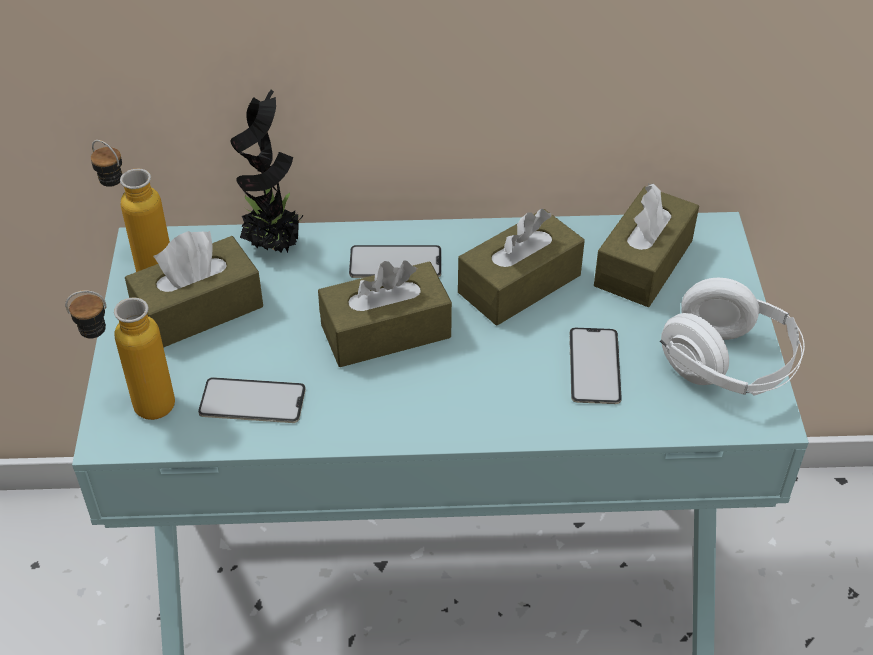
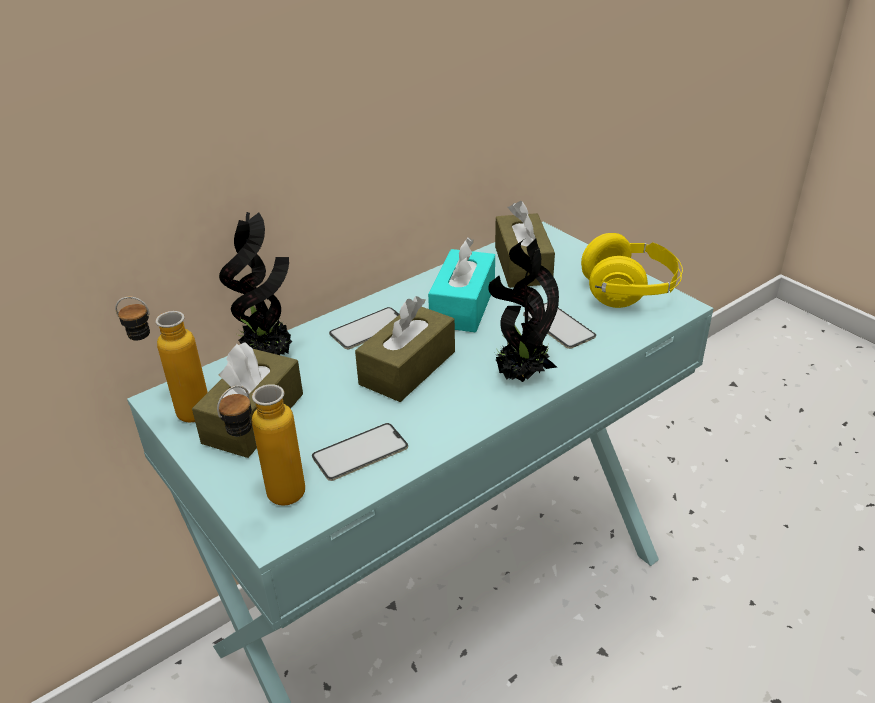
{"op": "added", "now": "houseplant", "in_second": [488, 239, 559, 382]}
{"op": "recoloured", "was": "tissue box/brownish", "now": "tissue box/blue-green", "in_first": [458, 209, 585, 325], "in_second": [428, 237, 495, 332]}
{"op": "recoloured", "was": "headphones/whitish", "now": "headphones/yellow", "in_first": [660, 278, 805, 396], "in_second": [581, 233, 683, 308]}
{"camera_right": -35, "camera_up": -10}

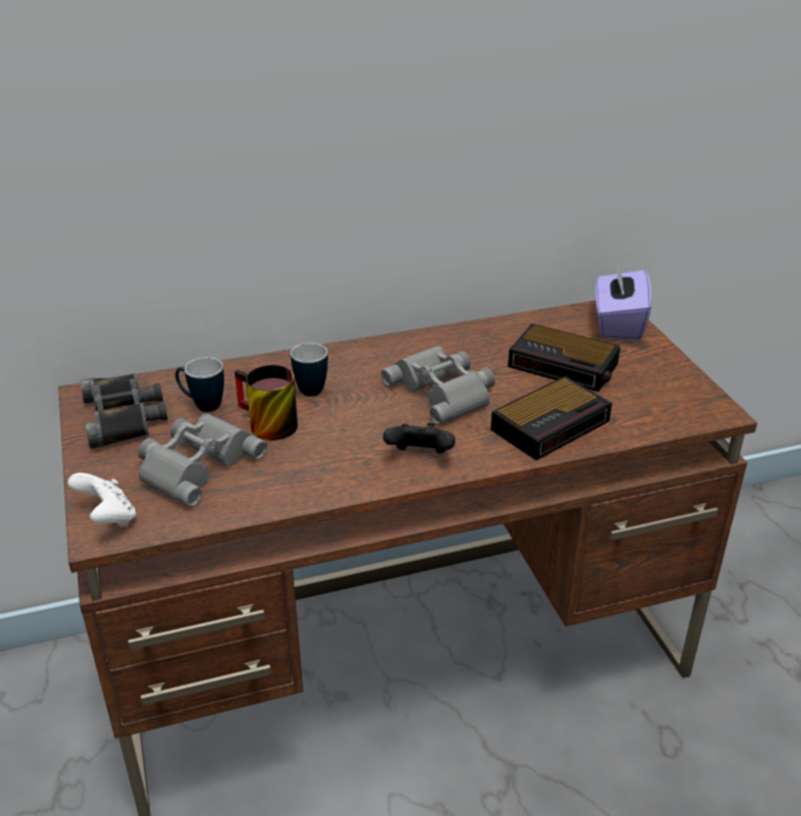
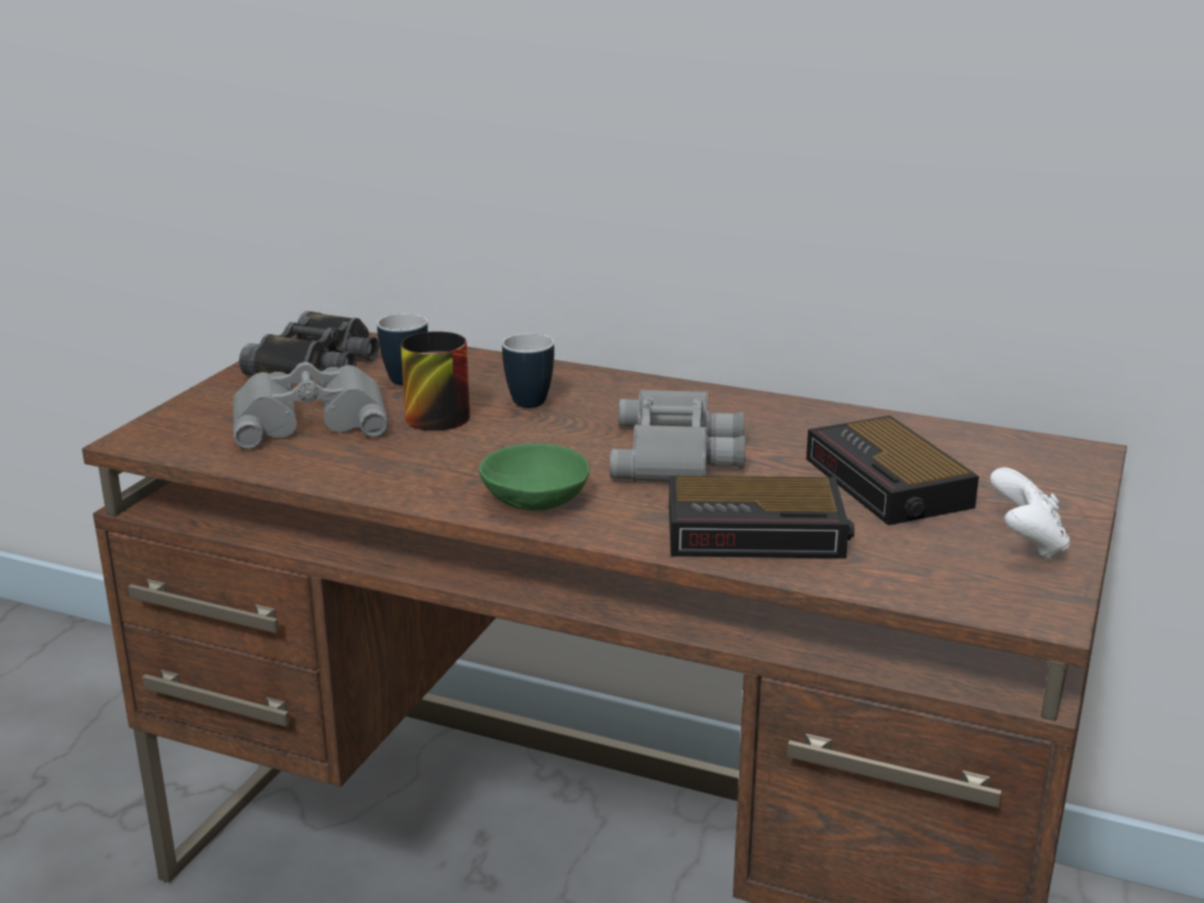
{"op": "removed", "was": "tissue box/purple-coloured", "in_first": [595, 260, 652, 340]}
{"op": "moved", "was": "game controller/whitish", "in_first": [68, 473, 136, 527], "in_second": [990, 467, 1070, 560]}
{"op": "replaced", "was": "game controller/blackish", "now": "deep dish/green-coloured", "in_first": [383, 423, 455, 454], "in_second": [479, 443, 589, 511]}
{"camera_right": 40, "camera_up": -10}

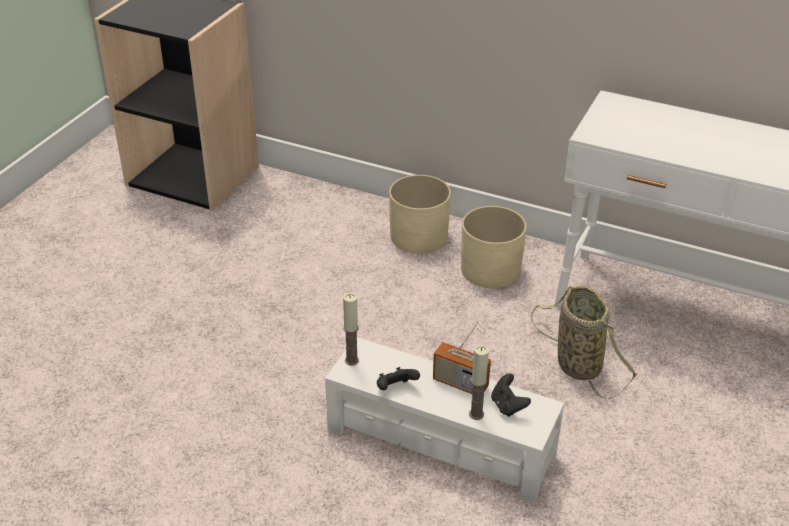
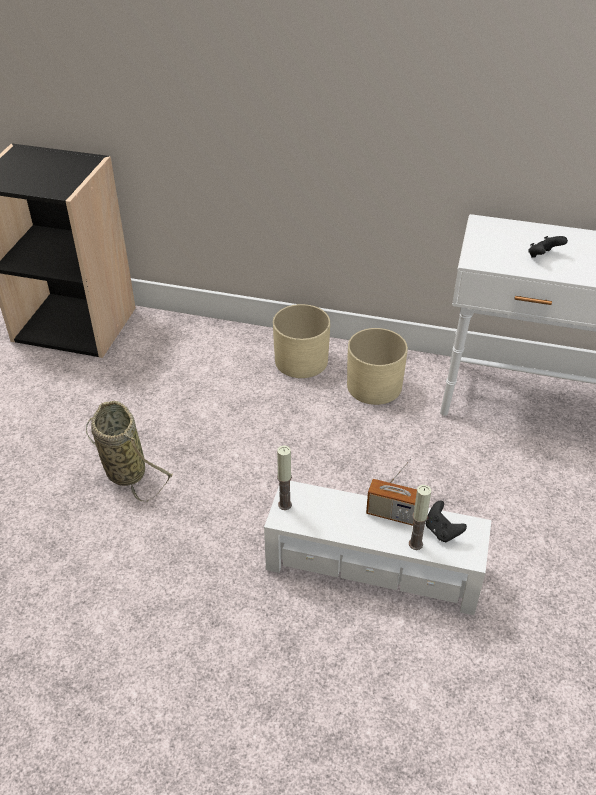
{"op": "moved", "was": "game controller/blackish", "in_first": [377, 367, 420, 390], "in_second": [528, 236, 568, 257]}
{"op": "moved", "was": "basket", "in_first": [531, 286, 637, 400], "in_second": [86, 401, 173, 502]}
{"camera_right": -10, "camera_up": 5}

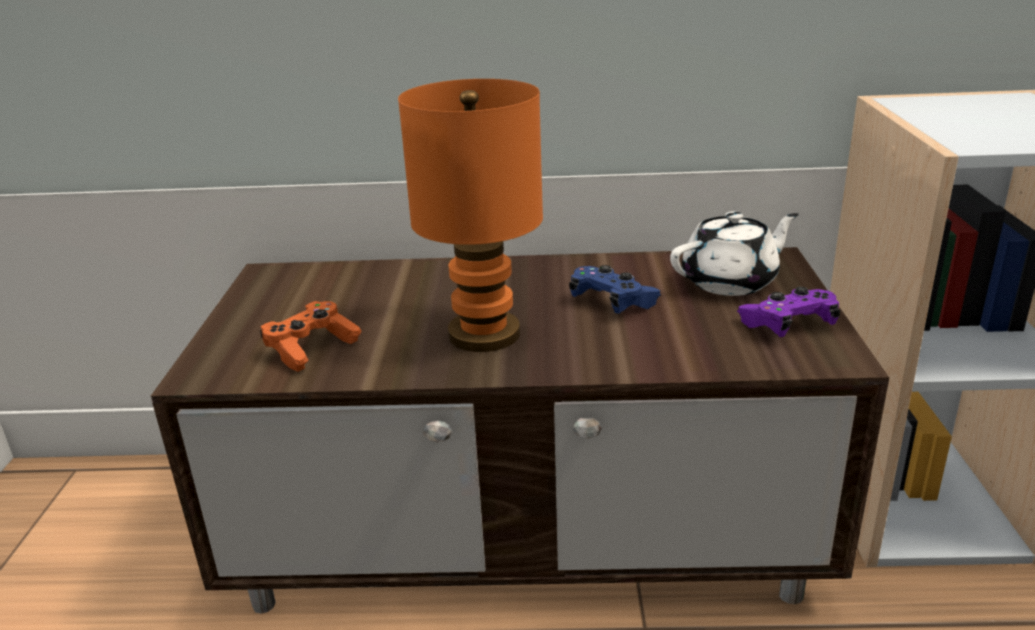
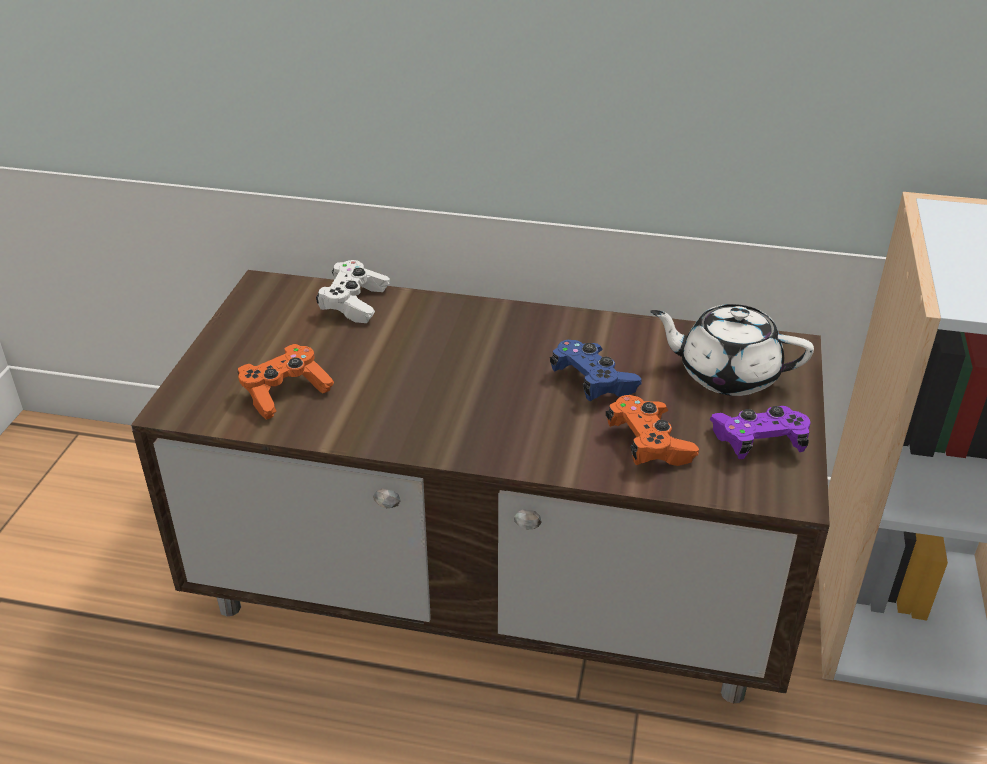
{"op": "removed", "was": "lamp for a table/orange-coloured", "in_first": [398, 79, 543, 352]}
{"op": "added", "now": "game controller/whitish", "in_second": [316, 260, 390, 323]}
{"op": "added", "now": "game controller/orange-coloured", "in_second": [606, 395, 699, 466]}
{"op": "turned", "was": "pot for tea/whitish", "in_first": [670, 211, 799, 296], "in_second": [650, 304, 814, 396], "clockwise": -150}
{"camera_right": 10, "camera_up": 10}

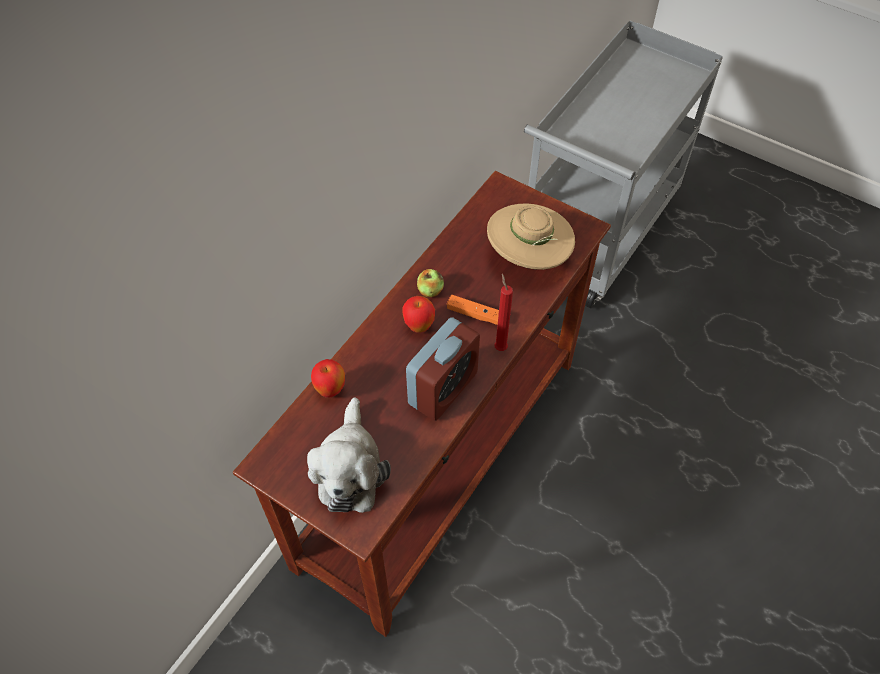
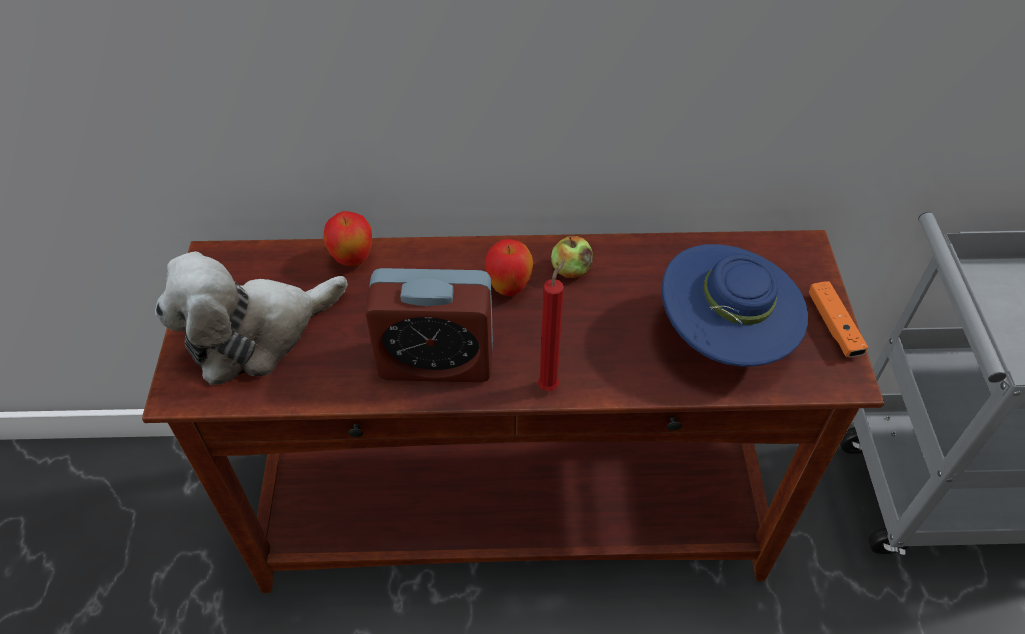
{"op": "moved", "was": "game controller/orange-coloured", "in_first": [447, 295, 499, 325], "in_second": [809, 281, 868, 357]}
{"op": "recoloured", "was": "clothing hat/beige", "now": "clothing hat/bluish", "in_first": [487, 203, 575, 270], "in_second": [662, 244, 808, 367]}
{"camera_right": 55, "camera_up": -5}

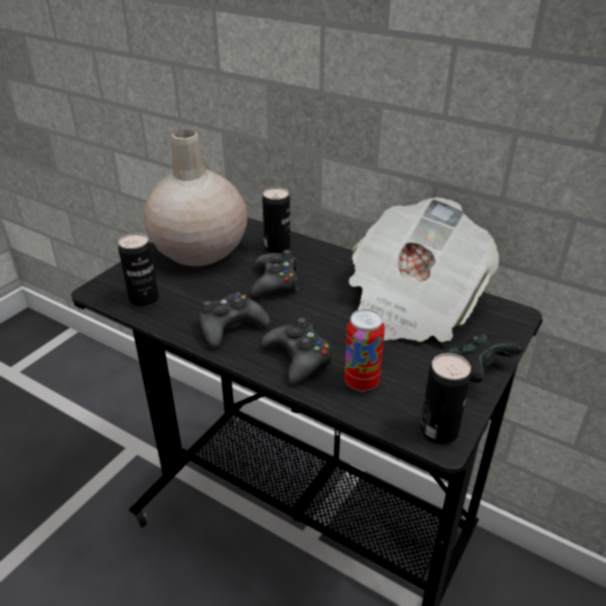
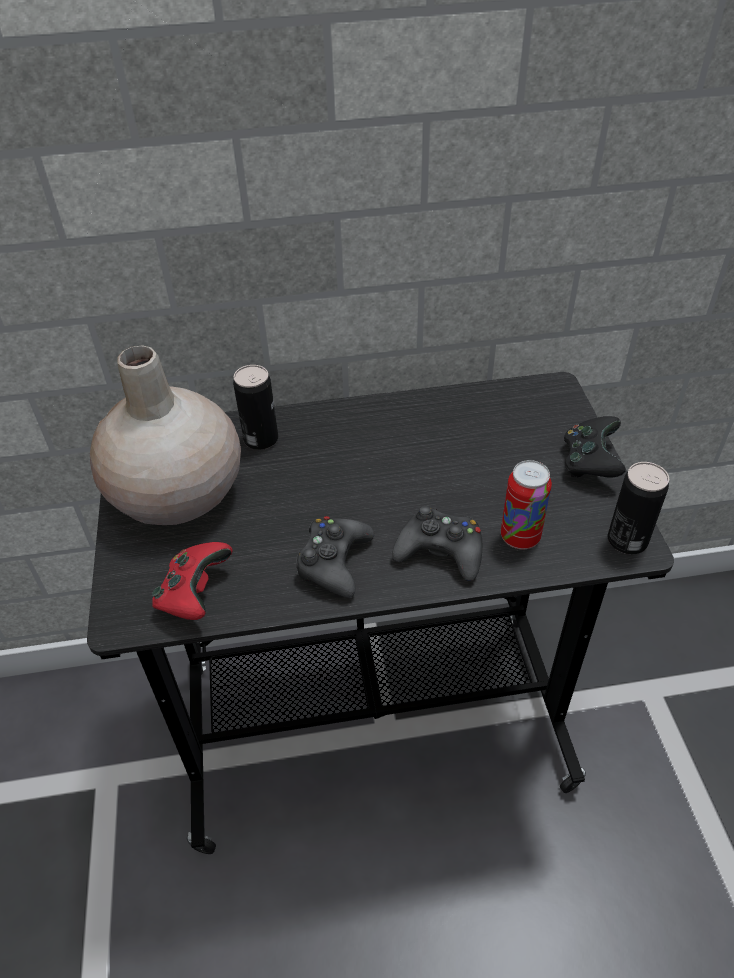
{"op": "removed", "was": "game controller/blackish", "in_first": [252, 250, 299, 297]}
{"op": "removed", "was": "daily paper", "in_first": [348, 197, 499, 342]}
{"op": "replaced", "was": "metal can", "now": "game controller/reddish", "in_first": [118, 233, 159, 307], "in_second": [152, 542, 233, 620]}
{"camera_right": -40, "camera_up": 10}

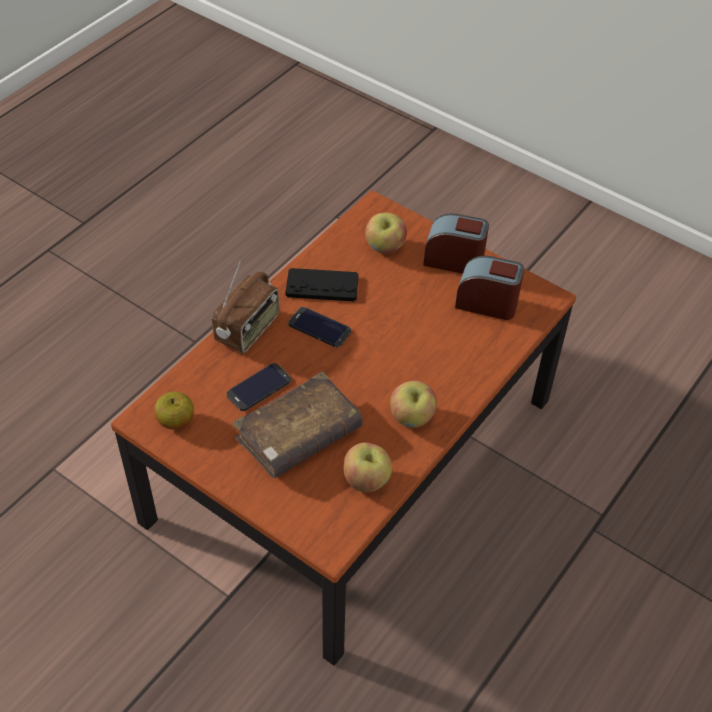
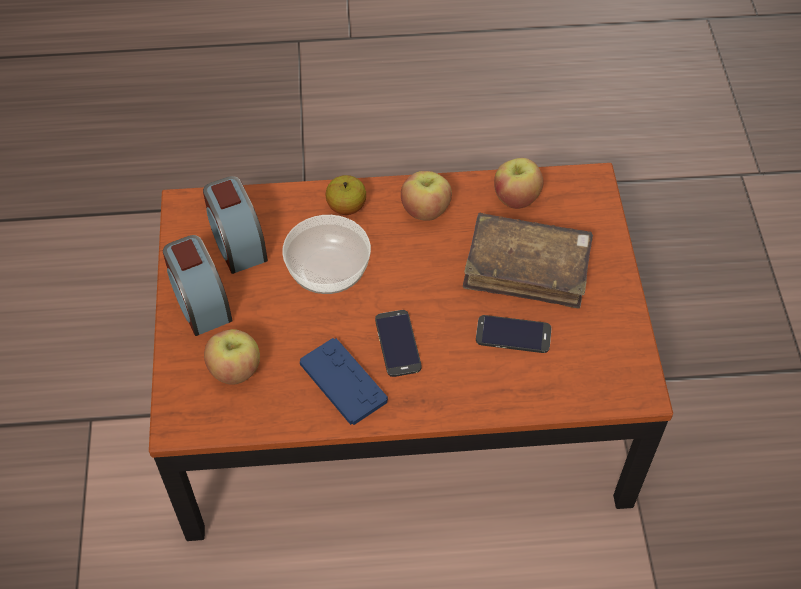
{"op": "removed", "was": "radio set", "in_first": [212, 261, 279, 353]}
{"op": "added", "now": "deep dish", "in_second": [282, 215, 371, 294]}
{"op": "moved", "was": "apple fruit", "in_first": [154, 391, 194, 430], "in_second": [326, 175, 366, 215]}
{"op": "recoloured", "was": "game controller/blackish", "now": "game controller/bluish", "in_first": [285, 268, 359, 302], "in_second": [300, 338, 388, 425]}
{"camera_right": -130, "camera_up": 5}

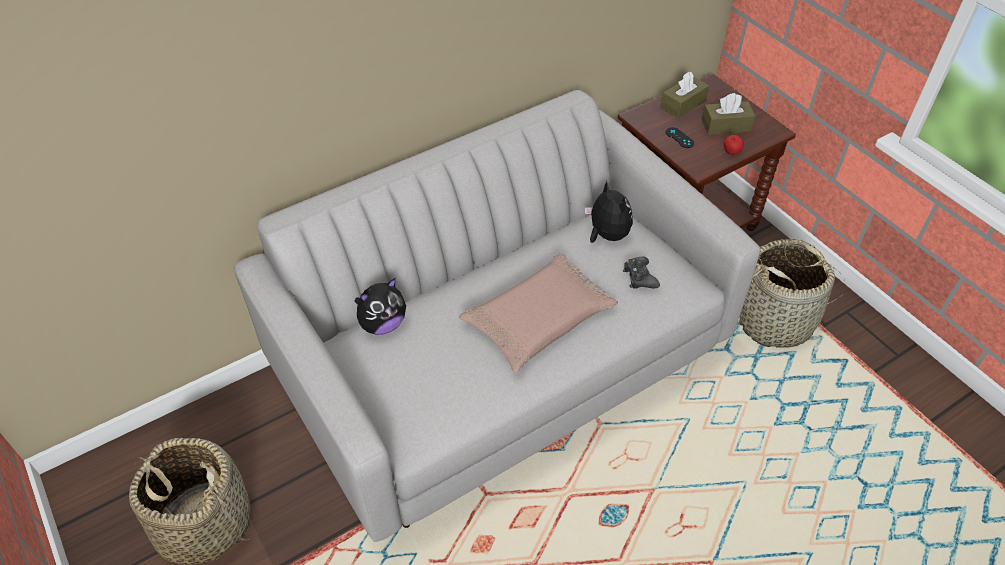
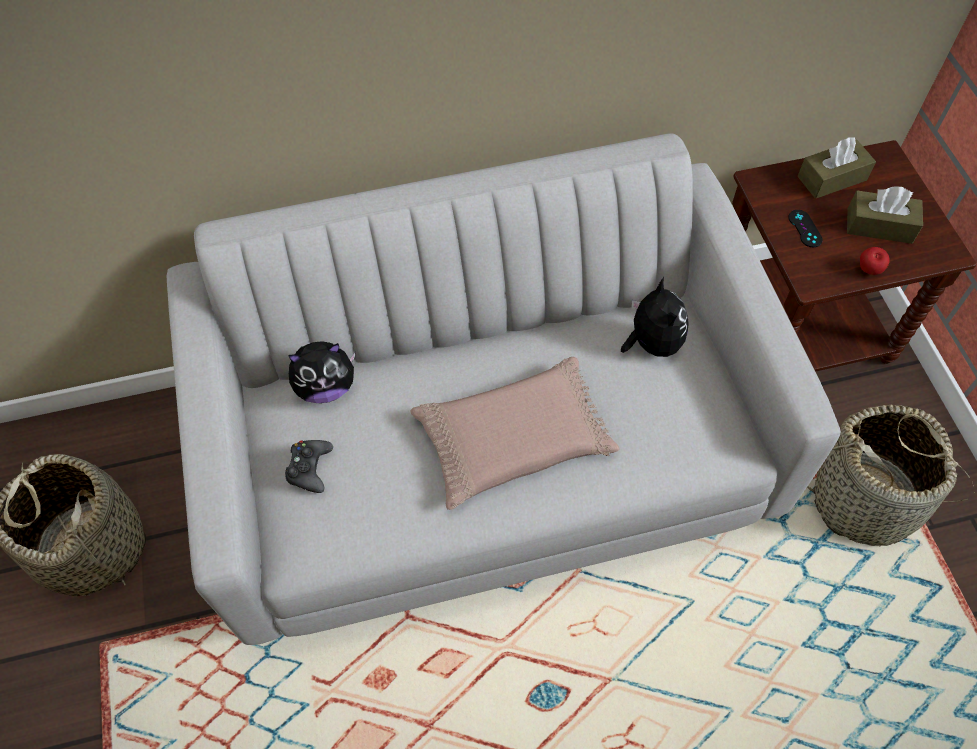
{"op": "moved", "was": "game controller/blackish", "in_first": [623, 257, 660, 289], "in_second": [285, 440, 333, 493]}
{"camera_right": 20, "camera_up": 10}

